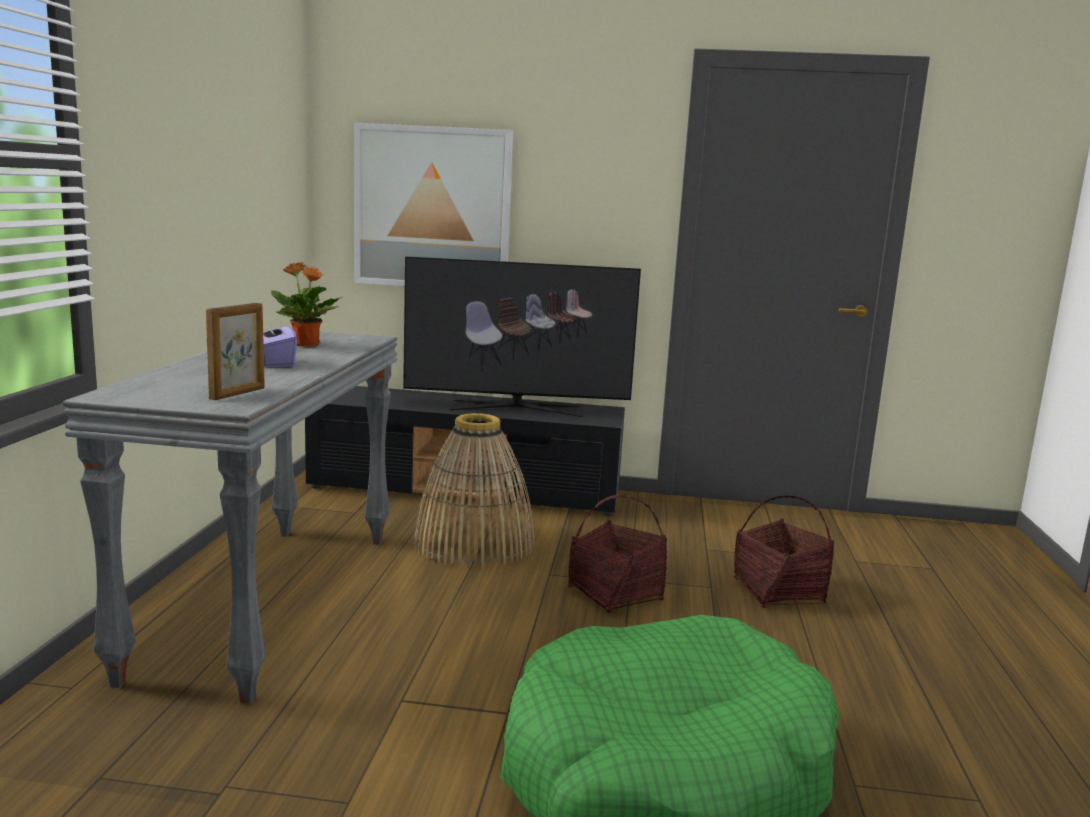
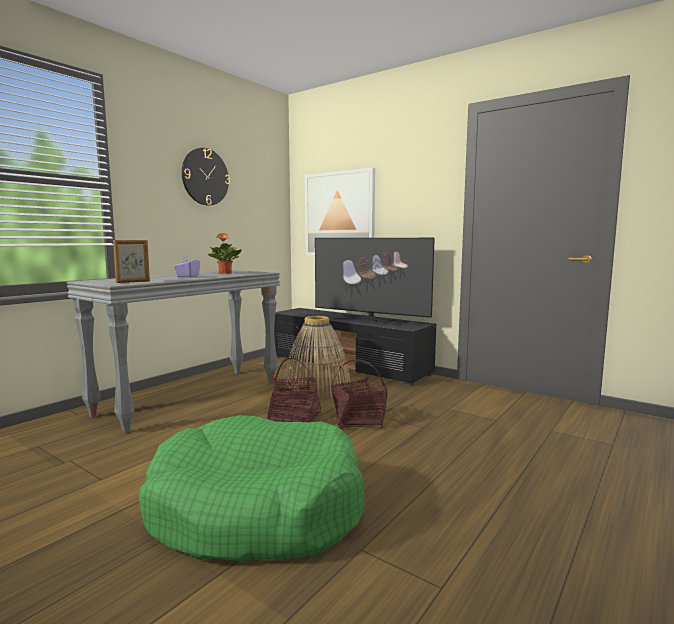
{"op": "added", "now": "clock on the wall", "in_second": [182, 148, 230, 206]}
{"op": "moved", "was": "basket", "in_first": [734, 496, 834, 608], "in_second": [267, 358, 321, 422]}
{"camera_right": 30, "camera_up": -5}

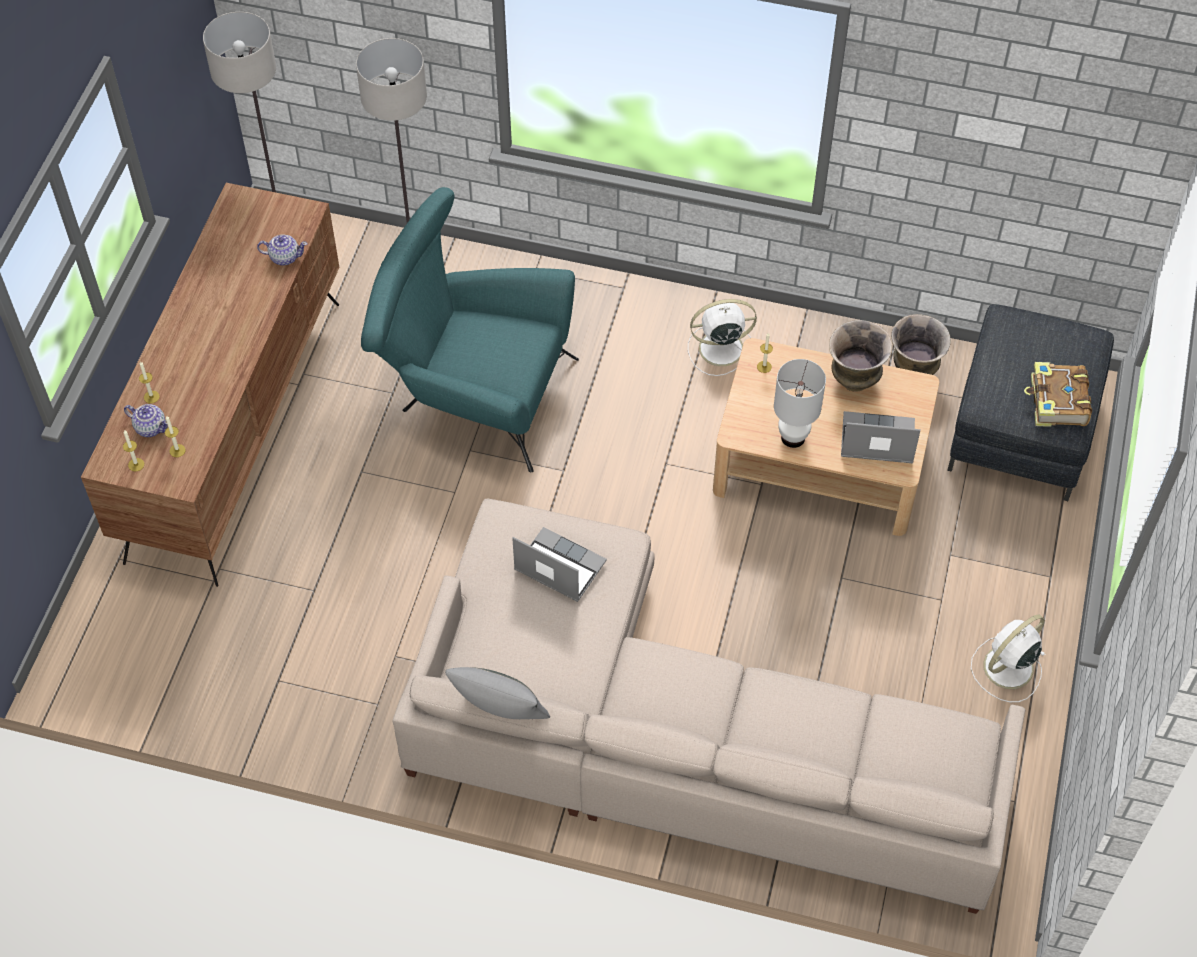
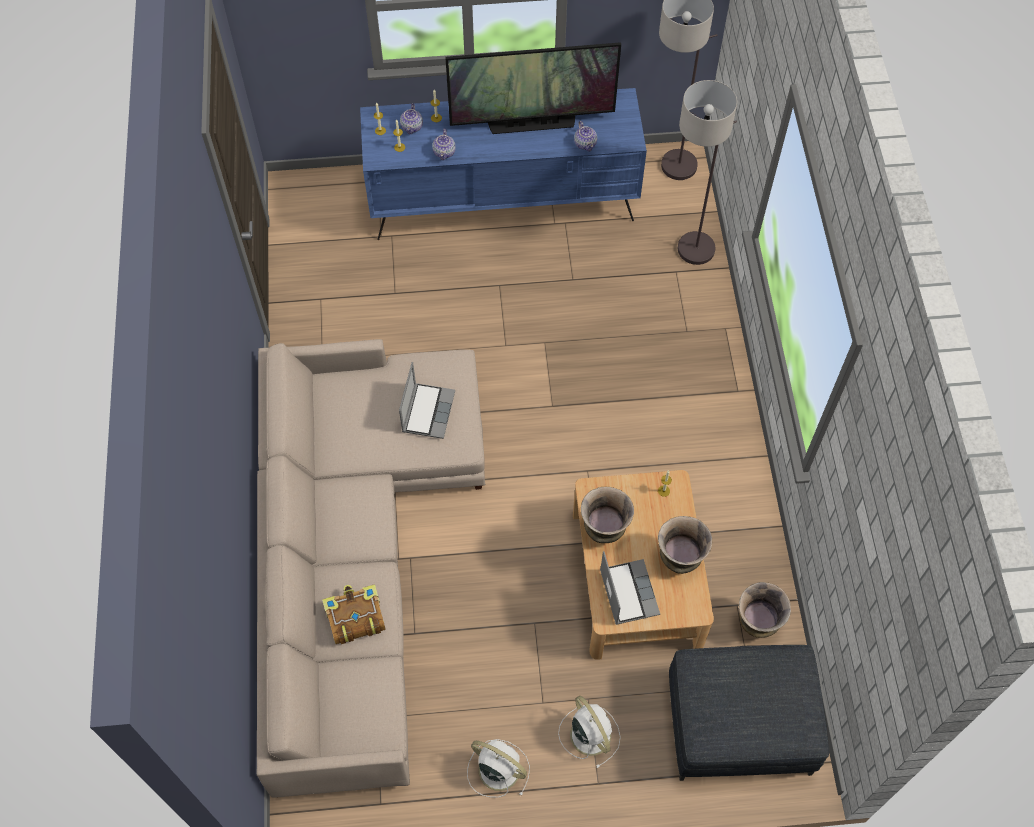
{"op": "removed", "was": "lounge chair/blue-green", "in_first": [361, 187, 579, 472]}
{"op": "removed", "was": "cushion/greyish", "in_first": [445, 667, 550, 719]}
{"op": "added", "now": "pot for tea", "in_second": [432, 129, 456, 160]}
{"op": "added", "now": "television", "in_second": [445, 42, 621, 134]}
{"op": "moved", "was": "fan/whitish", "in_first": [688, 299, 757, 376], "in_second": [558, 696, 621, 768]}
{"op": "moved", "was": "volume", "in_first": [1024, 362, 1092, 427], "in_second": [322, 584, 386, 644]}
{"op": "replaced", "was": "lamp for a table/whitish", "now": "vase", "in_first": [774, 359, 826, 448], "in_second": [581, 487, 634, 543]}
{"op": "recoloured", "was": "tv unit/brownish", "now": "tv unit/bluish", "in_first": [81, 183, 339, 587], "in_second": [360, 88, 647, 240]}
{"camera_right": 70, "camera_up": 5}

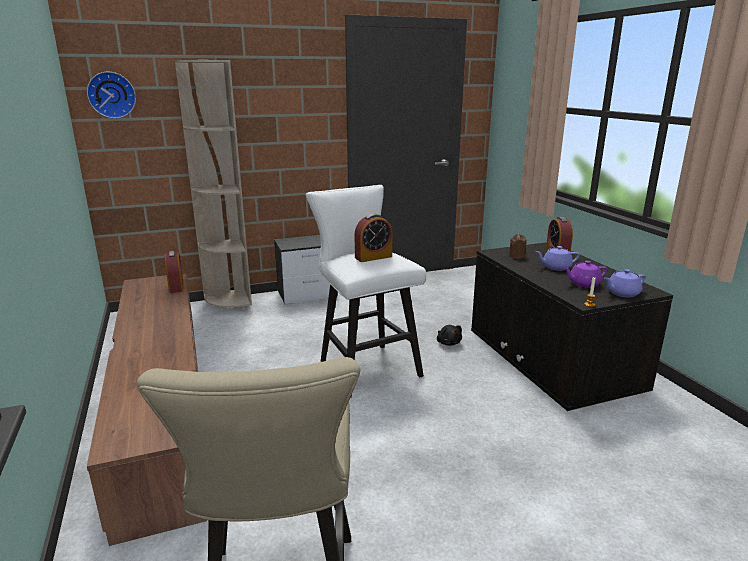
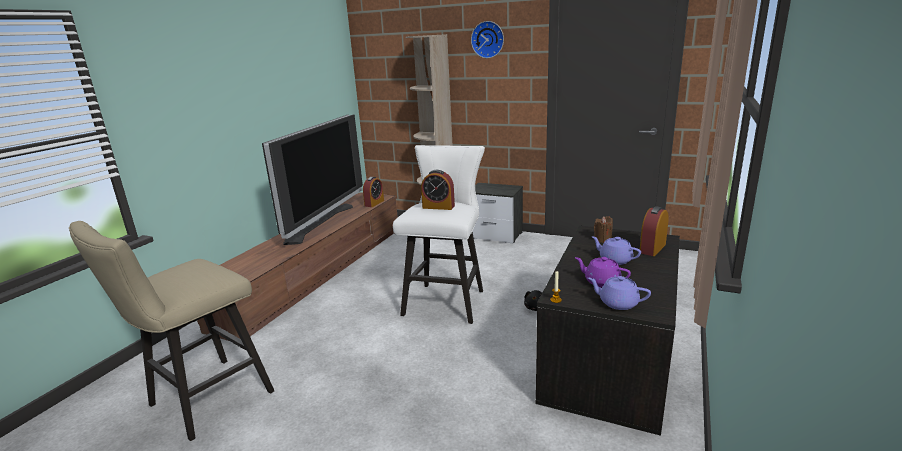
{"op": "added", "now": "television", "in_second": [262, 114, 363, 245]}
{"op": "moved", "was": "clock on the wall", "in_first": [87, 72, 136, 118], "in_second": [471, 21, 504, 58]}
{"camera_right": 45, "camera_up": 0}

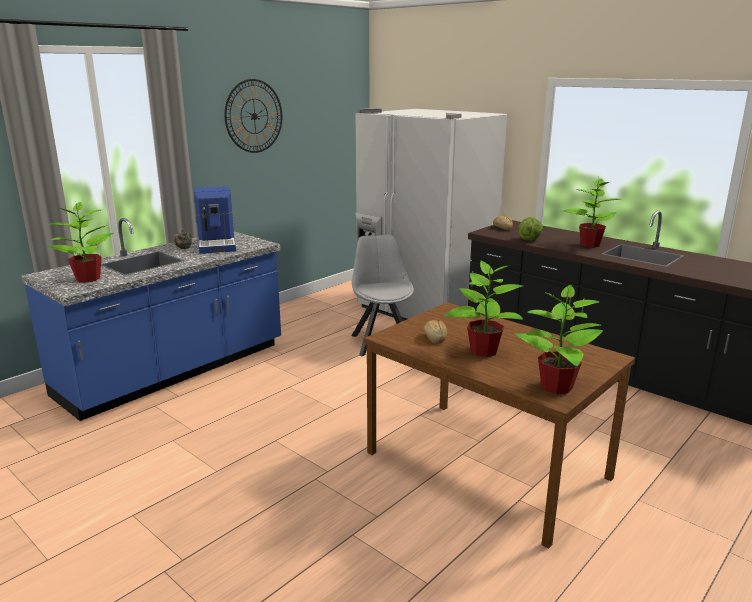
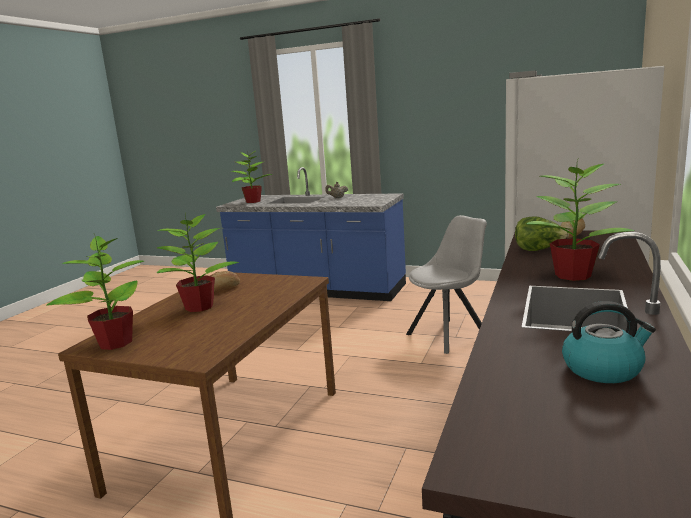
{"op": "removed", "was": "coffee machine", "in_first": [194, 186, 236, 254]}
{"op": "removed", "was": "clock on the wall", "in_first": [224, 79, 282, 153]}
{"op": "added", "now": "kettle", "in_second": [562, 301, 656, 383]}
{"camera_right": 70, "camera_up": -5}

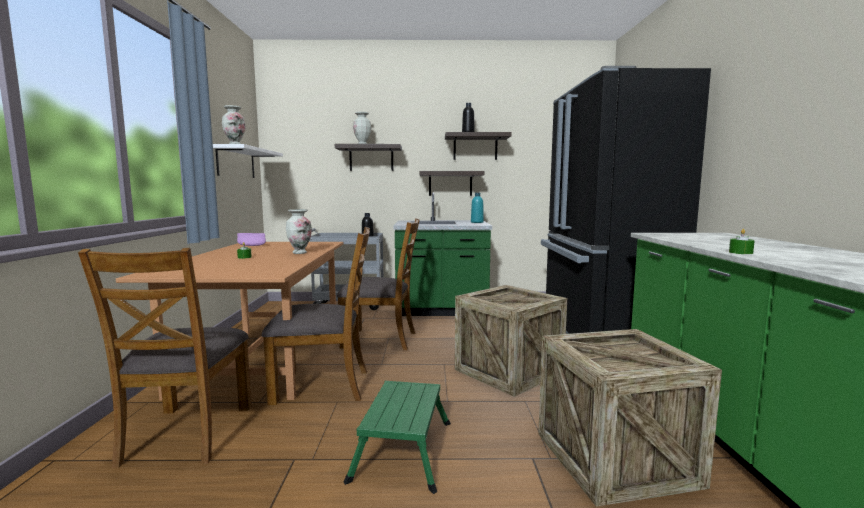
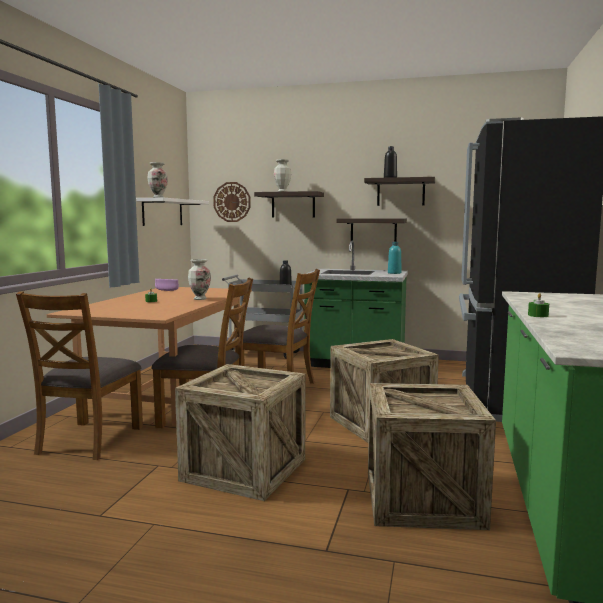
{"op": "added", "now": "clock on the wall", "in_second": [213, 182, 251, 222]}
{"op": "replaced", "was": "step ladder/green-coloured", "now": "crate", "in_first": [344, 381, 451, 494], "in_second": [175, 364, 305, 501]}
{"camera_right": 15, "camera_up": 0}

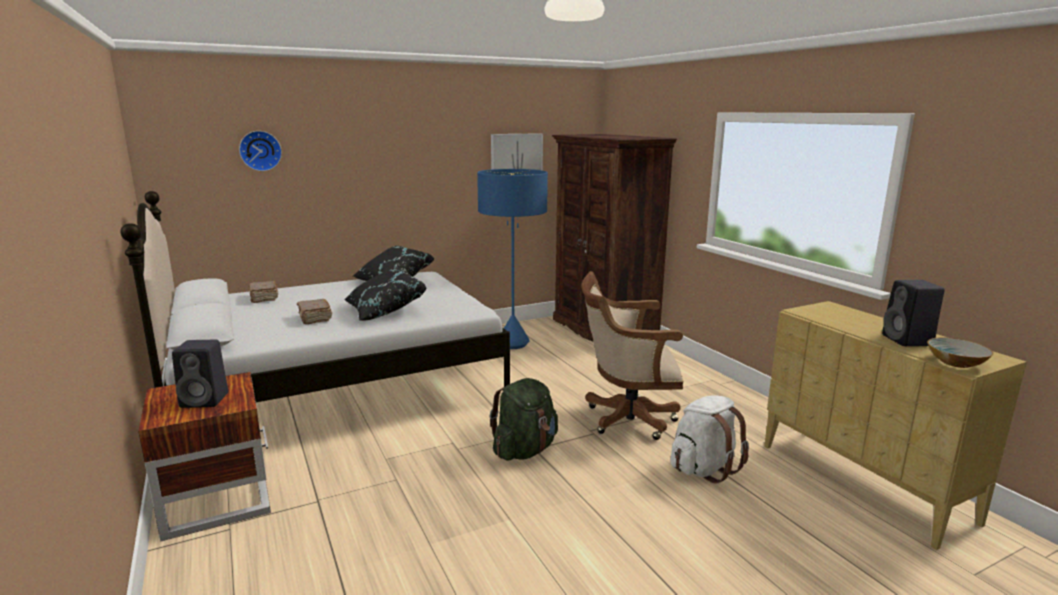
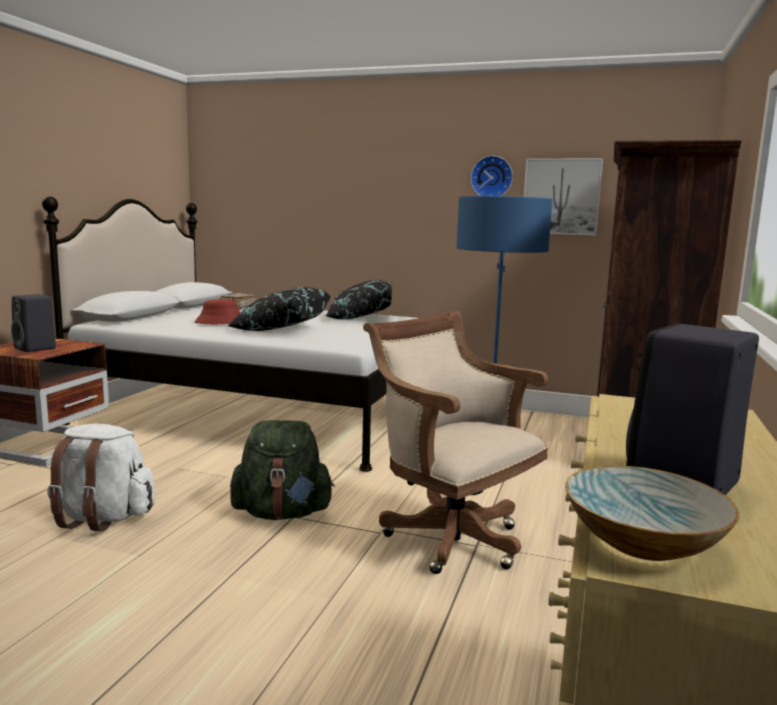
{"op": "moved", "was": "clock on the wall", "in_first": [239, 131, 282, 171], "in_second": [471, 156, 513, 196]}
{"op": "moved", "was": "knapsack/whitish", "in_first": [670, 395, 749, 484], "in_second": [47, 423, 156, 531]}
{"op": "replaced", "was": "volume/brownish", "now": "clothing hat/reddish", "in_first": [297, 299, 332, 324], "in_second": [195, 299, 240, 324]}
{"camera_right": 45, "camera_up": -5}

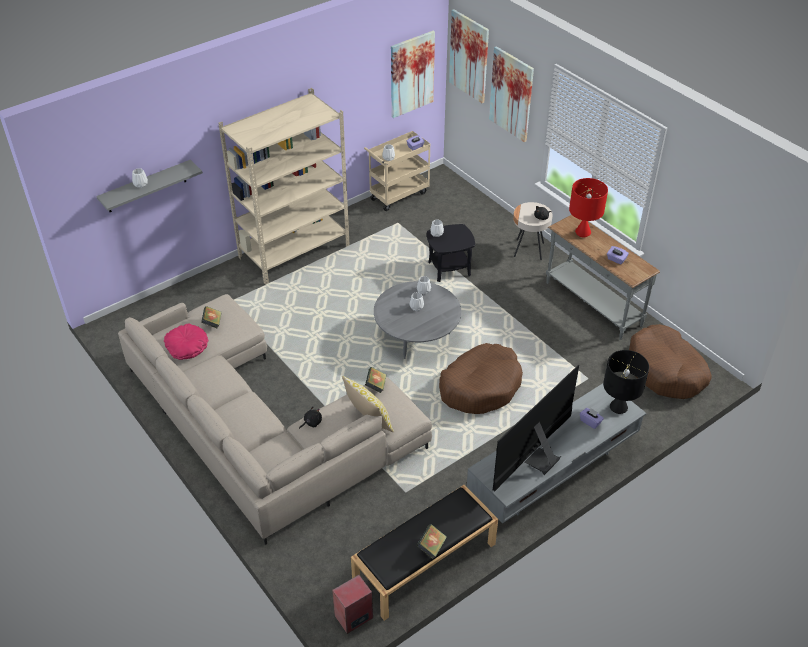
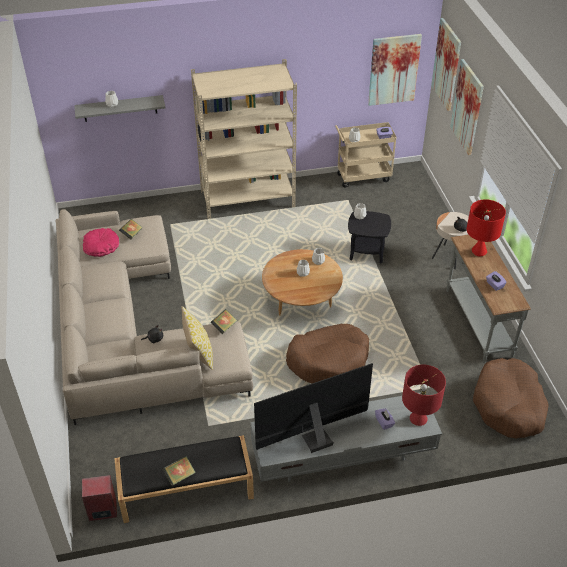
{"op": "recoloured", "was": "low table/greyish", "now": "low table/brownish", "in_first": [374, 281, 461, 359], "in_second": [262, 249, 343, 315]}
{"op": "recoloured", "was": "lamp for a table/blackish", "now": "lamp for a table/reddish", "in_first": [603, 350, 649, 414], "in_second": [402, 365, 446, 426]}
{"camera_right": 25, "camera_up": 0}

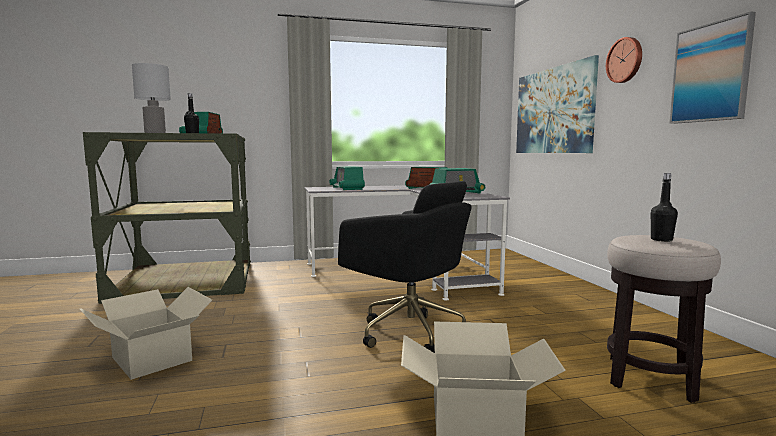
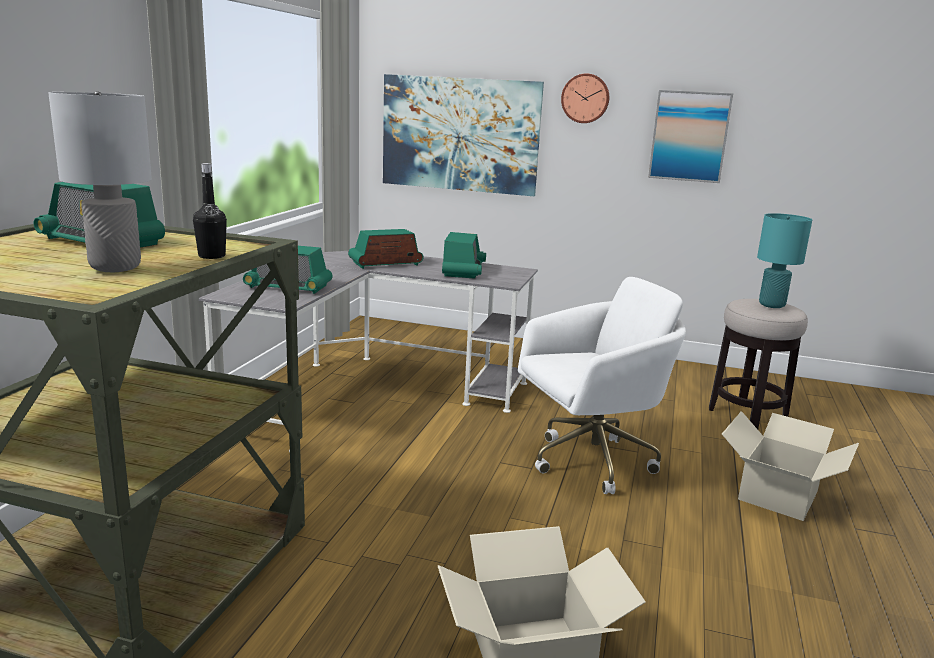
{"op": "replaced", "was": "drink bottle/blackish", "now": "lamp for a table/blue-green", "in_first": [651, 173, 678, 242], "in_second": [757, 213, 812, 308]}
{"op": "recoloured", "was": "office chair/blackish", "now": "office chair/whitish", "in_first": [338, 181, 472, 353], "in_second": [518, 277, 686, 494]}
{"camera_right": -60, "camera_up": 10}

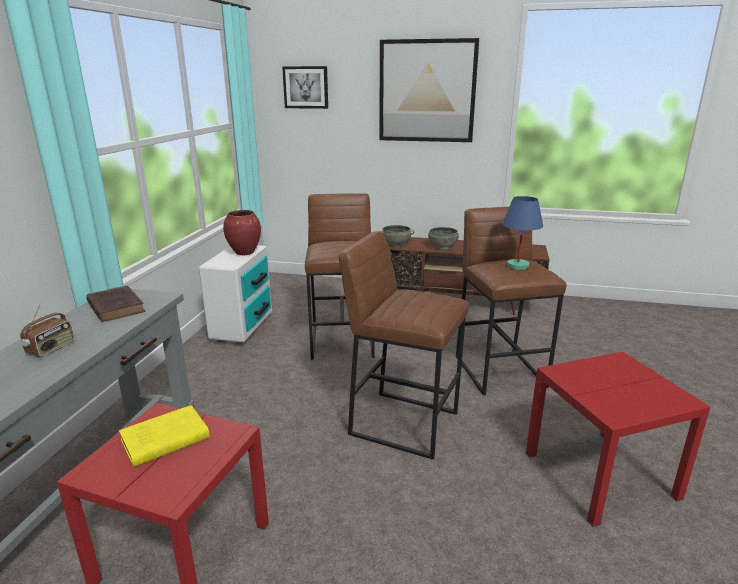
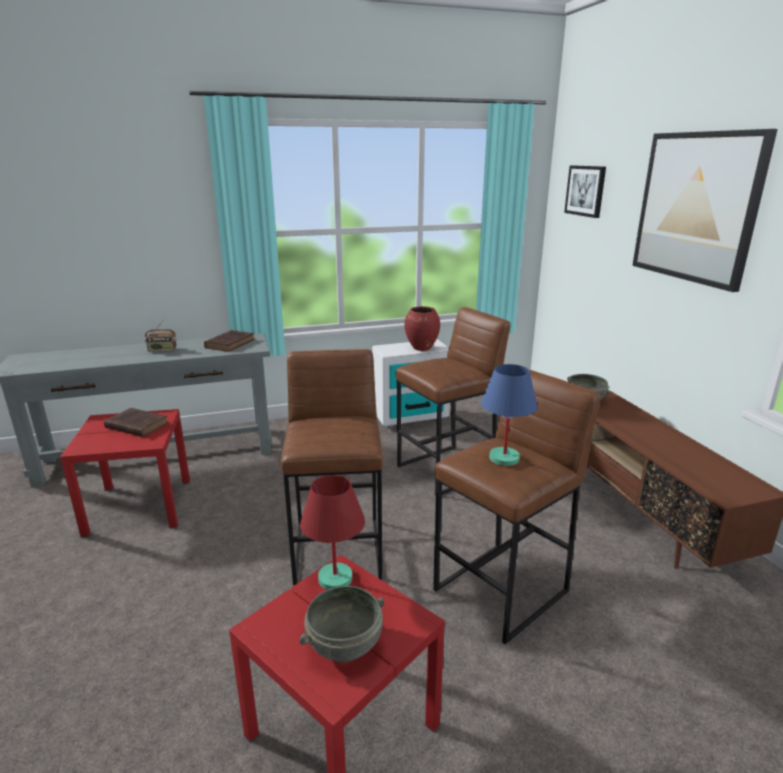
{"op": "added", "now": "lamp for a table/reddish", "in_second": [300, 475, 365, 590]}
{"op": "moved", "was": "deep dish/greyish", "in_first": [428, 227, 459, 250], "in_second": [299, 586, 384, 663]}
{"op": "recoloured", "was": "volume/yellow", "now": "volume/brownish", "in_first": [119, 405, 210, 467], "in_second": [104, 408, 169, 437]}
{"camera_right": 60, "camera_up": 0}

